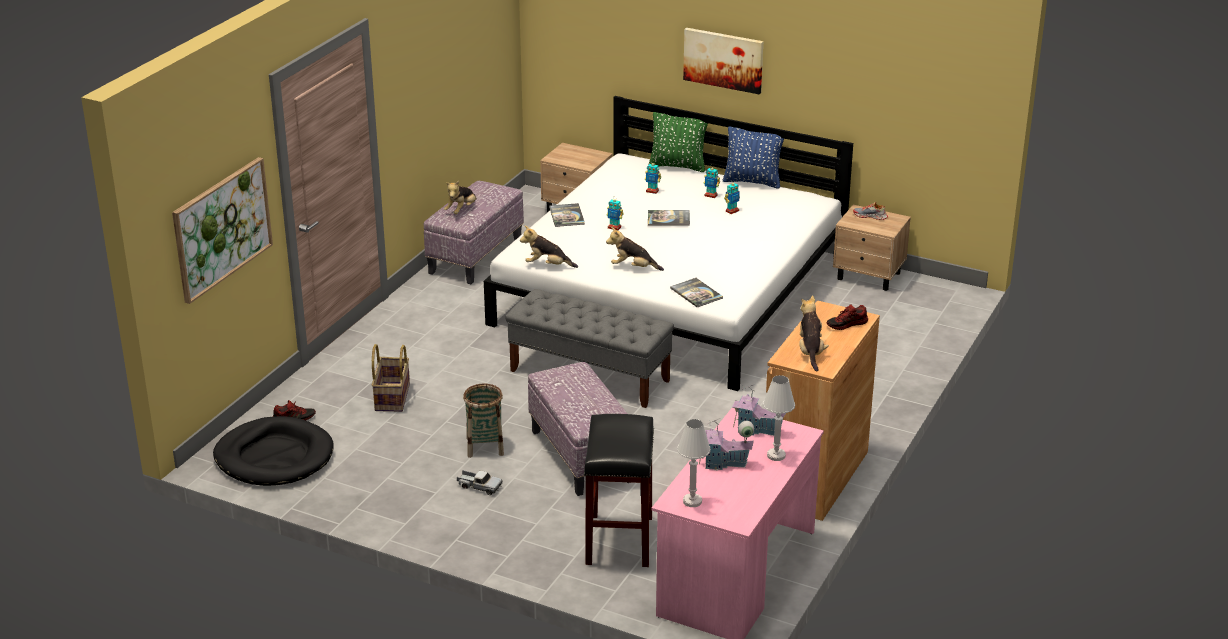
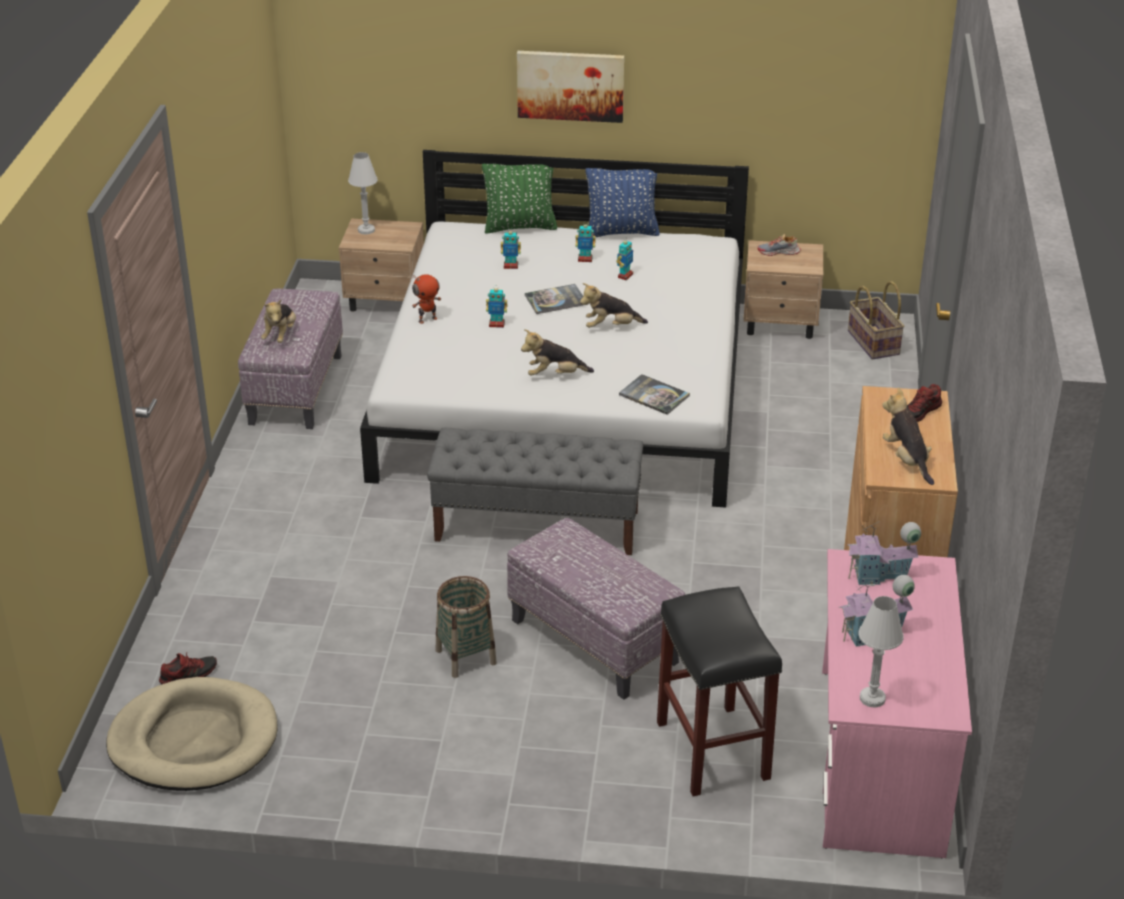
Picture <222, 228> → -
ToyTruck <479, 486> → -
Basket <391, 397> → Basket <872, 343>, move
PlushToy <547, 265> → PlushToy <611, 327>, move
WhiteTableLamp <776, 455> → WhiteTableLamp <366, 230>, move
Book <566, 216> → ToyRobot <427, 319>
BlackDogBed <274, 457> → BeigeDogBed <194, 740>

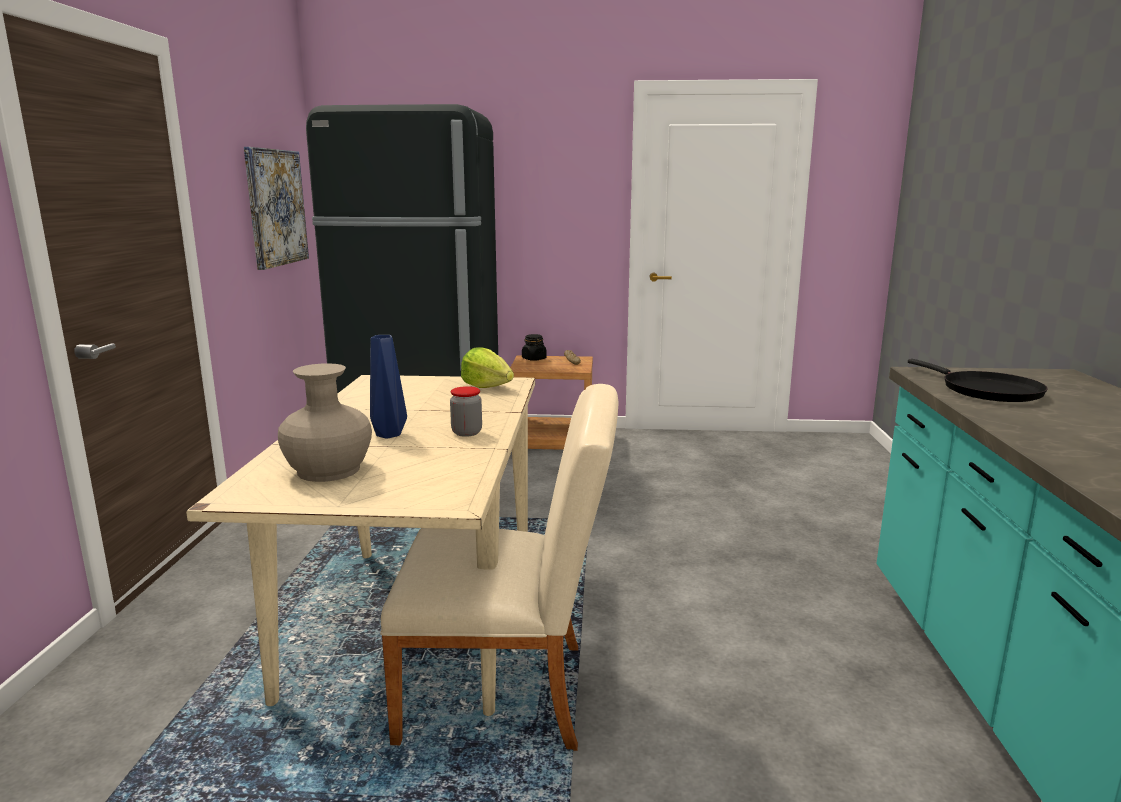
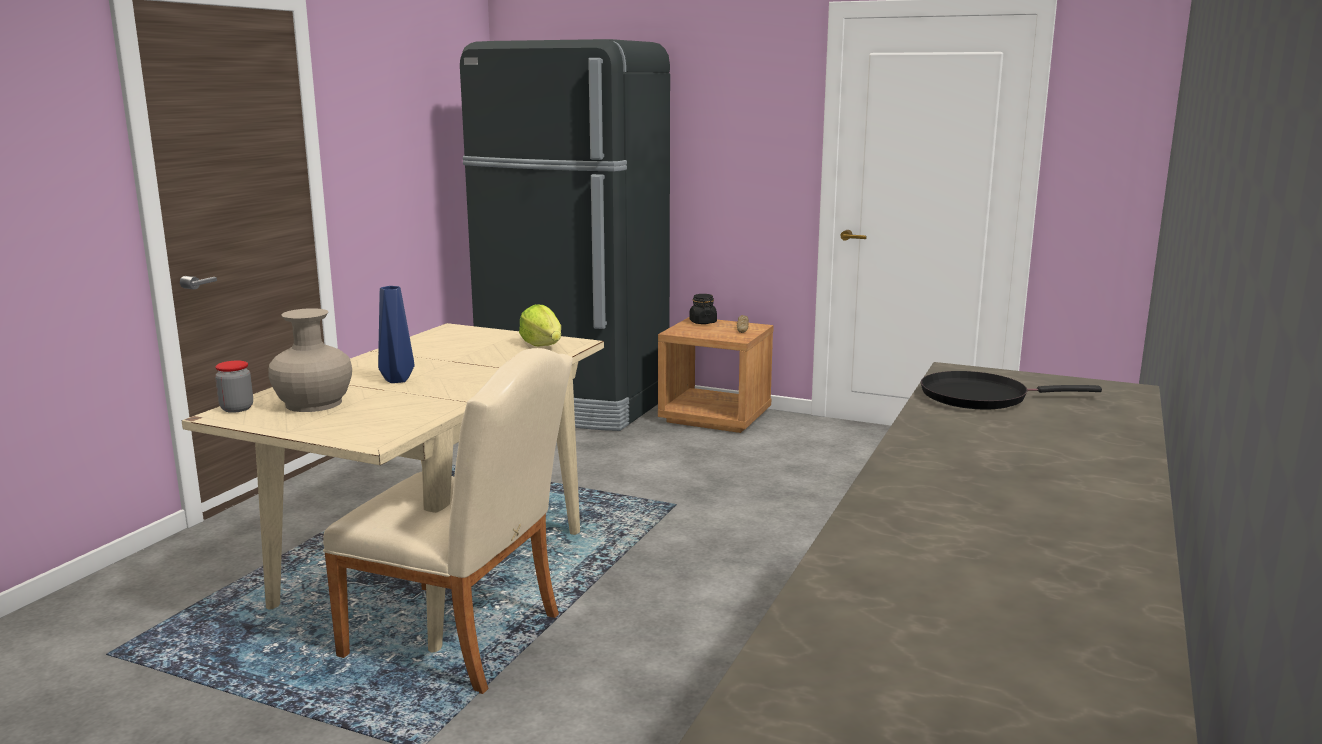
Picture <276, 207> → -
Jar <466, 432> → Jar <237, 408>, move
BlackFryingPan <985, 390> → BlackFryingPan <980, 397>, 90 degrees clockwise

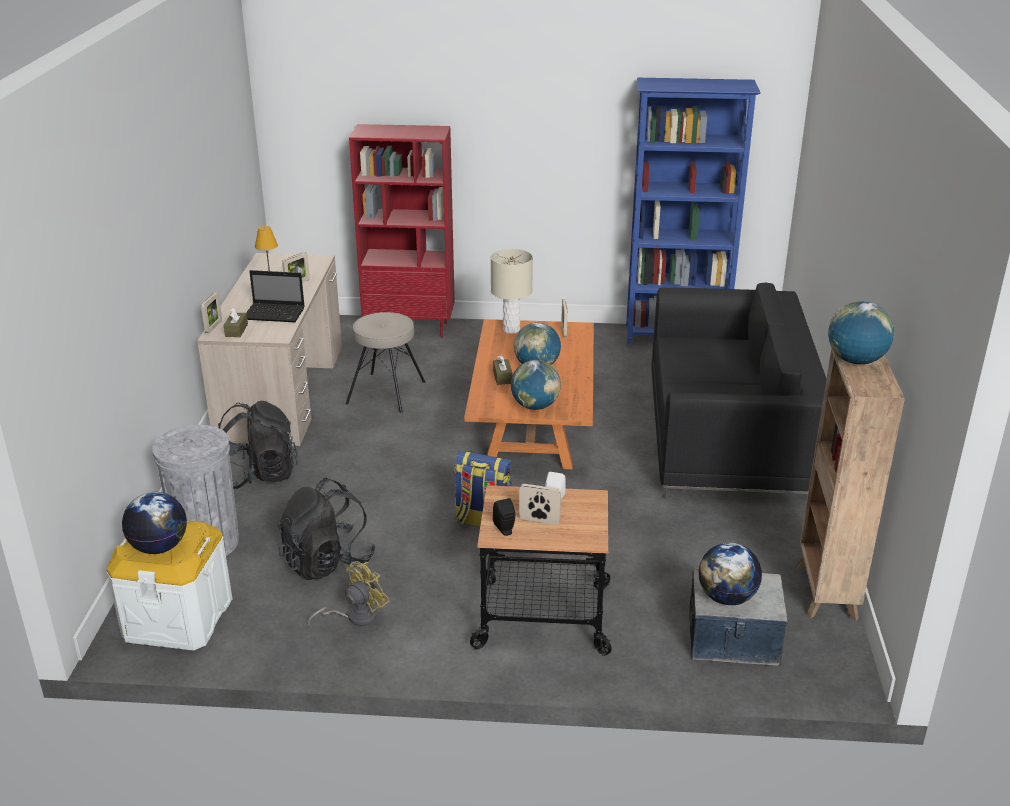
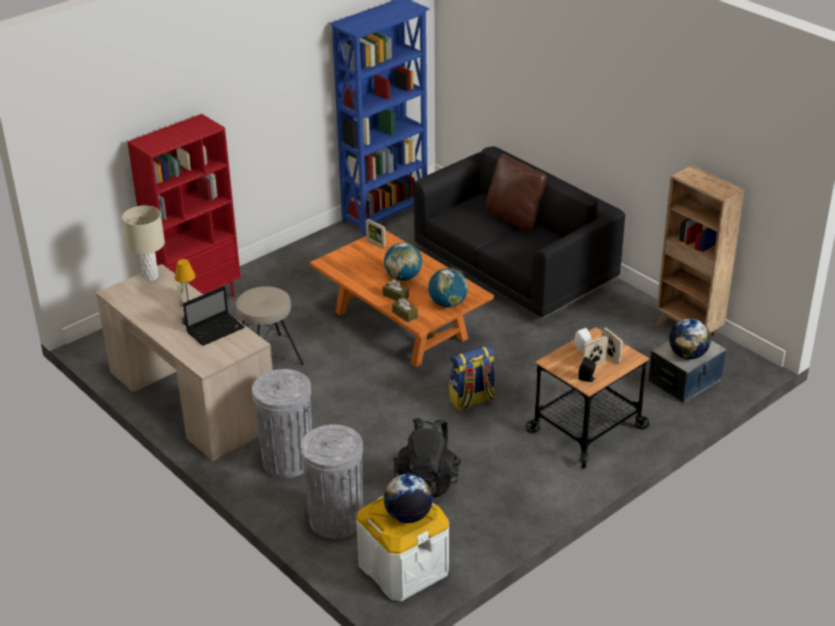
YellowFan <355, 616> → -
Globe <855, 361> → -
- → BrownPillow <514, 218>
PictureFrame <213, 327> → PictureFrame <610, 357>, move
BrownTissueBox <236, 330> → BrownTissueBox <405, 314>, move
BeigeTableLamp <511, 329> → BeigeTableLamp <150, 276>, move
BlackBackpack <259, 475> → GreyTrashCan <287, 460>

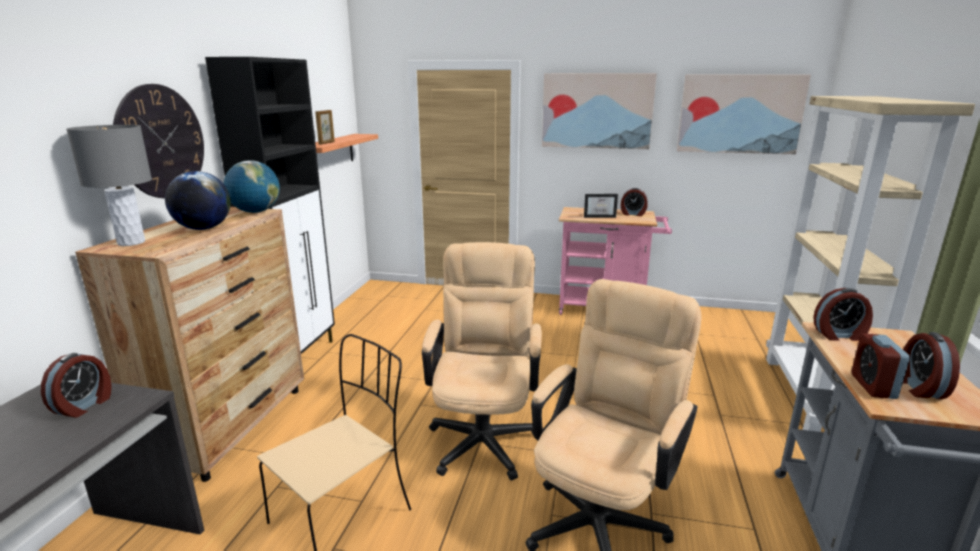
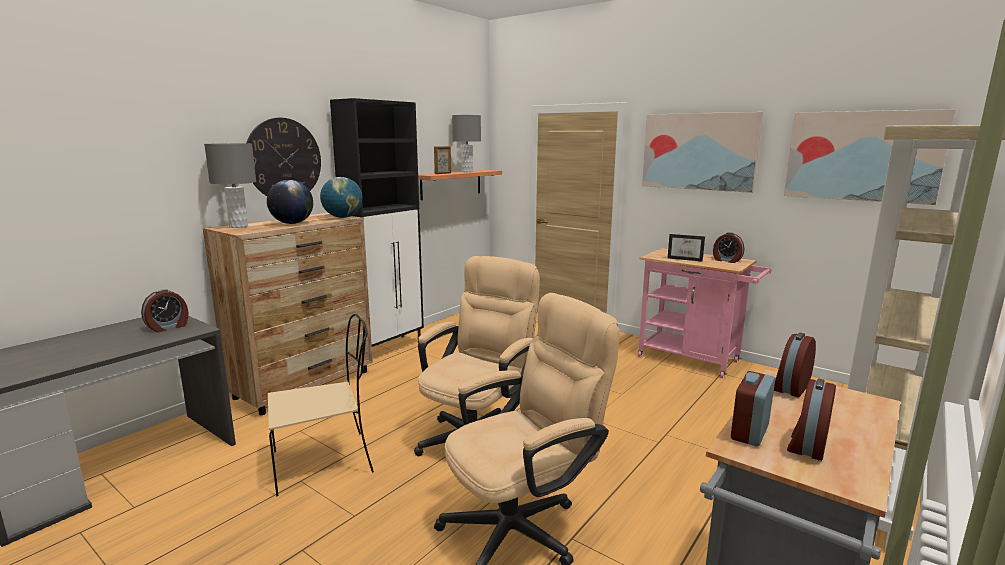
- → GreyTableLamp <467, 171>
AlarmClock <839, 335> → AlarmClock <790, 387>, 105 degrees clockwise

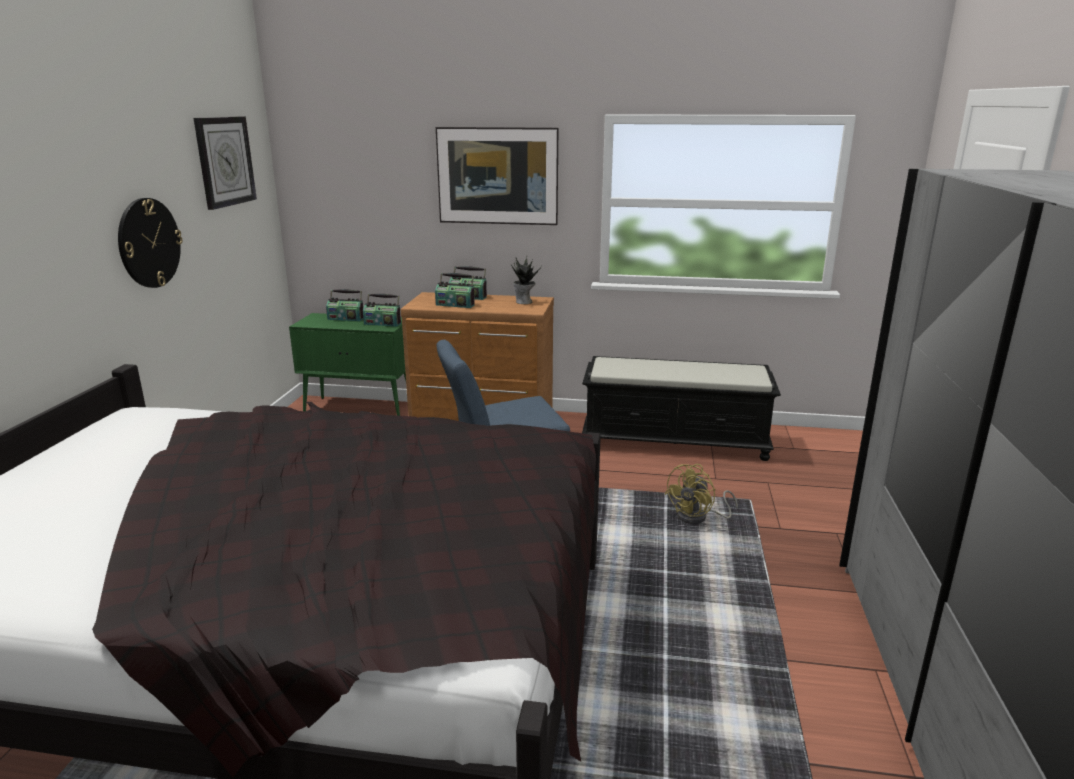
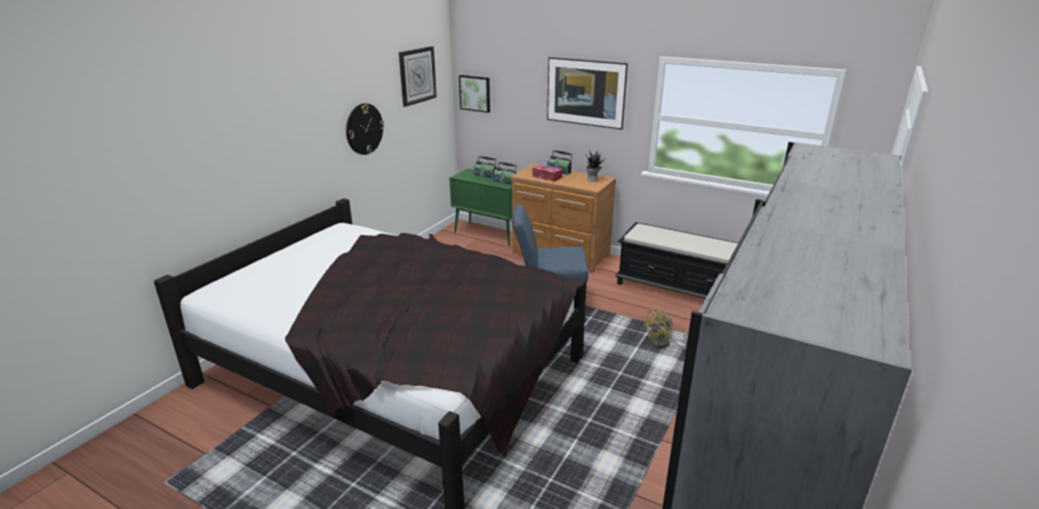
- → Picture <475, 93>
Radio <455, 305> → TissueBox <547, 177>

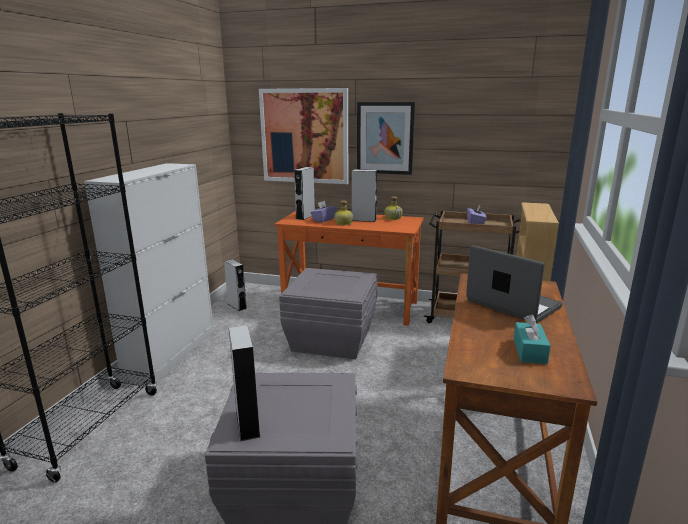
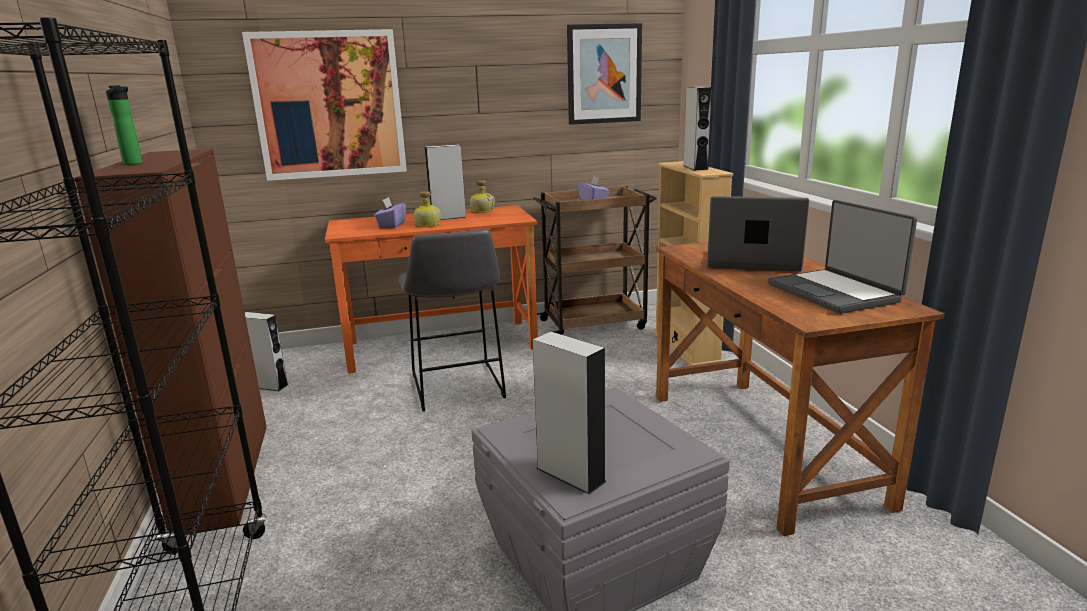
- → Bottle <134, 163>
GreySpeaker <305, 217> → GreySpeaker <695, 167>, move
Picture <385, 138> → Picture <604, 74>, move
GreyStorageBox <331, 339> → GreyStool <457, 388>
TurquoiseTissueBox <529, 351> → Laptop <834, 292>
WhiteCabinet <172, 353> → BrownCabinet <225, 474>

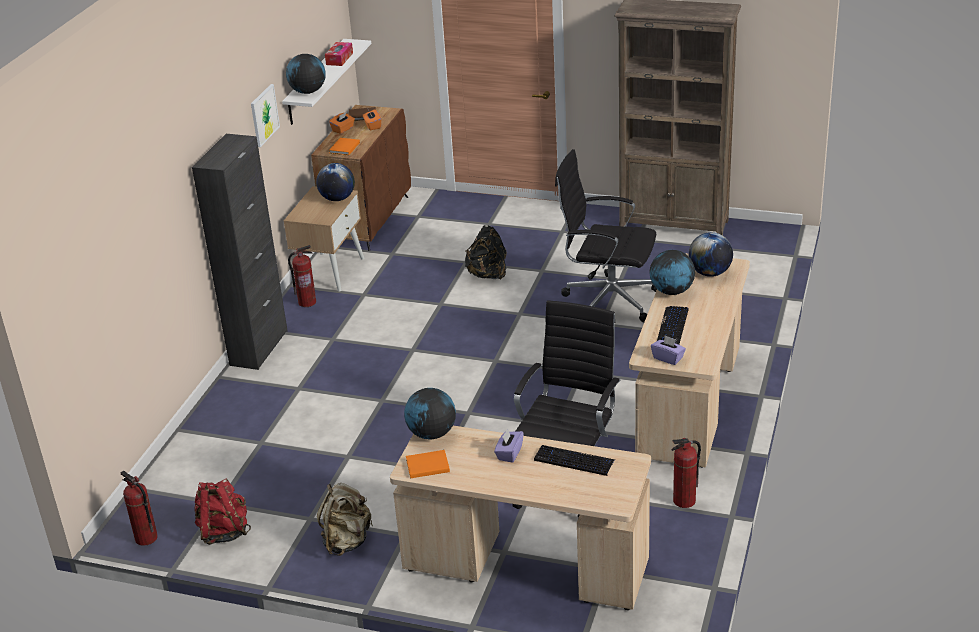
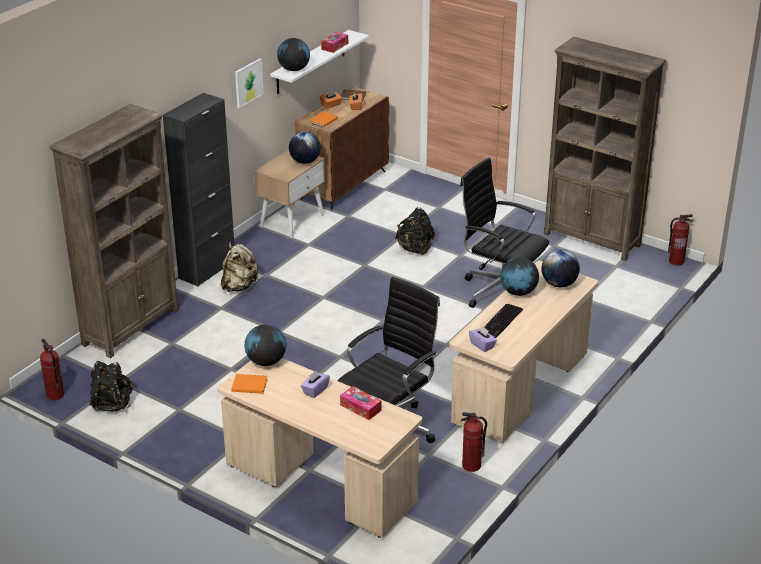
- → BrownBookcase <131, 327>
FireExtinguisher <307, 302> → FireExtinguisher <676, 261>, move
BeigeBackpack <346, 541> → BeigeBackpack <239, 286>, move
Keyboard <574, 461> → TissueBox <360, 408>
RedBackpack <224, 532> → BlackBackpack <112, 404>

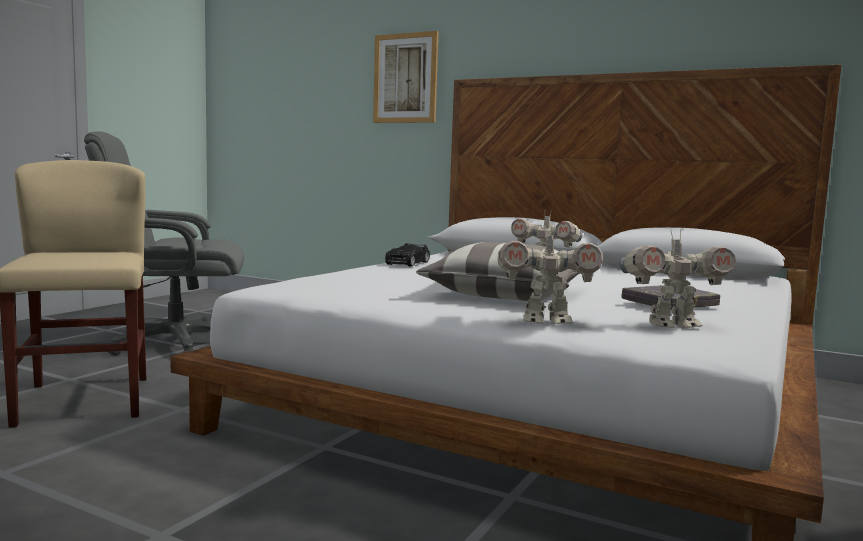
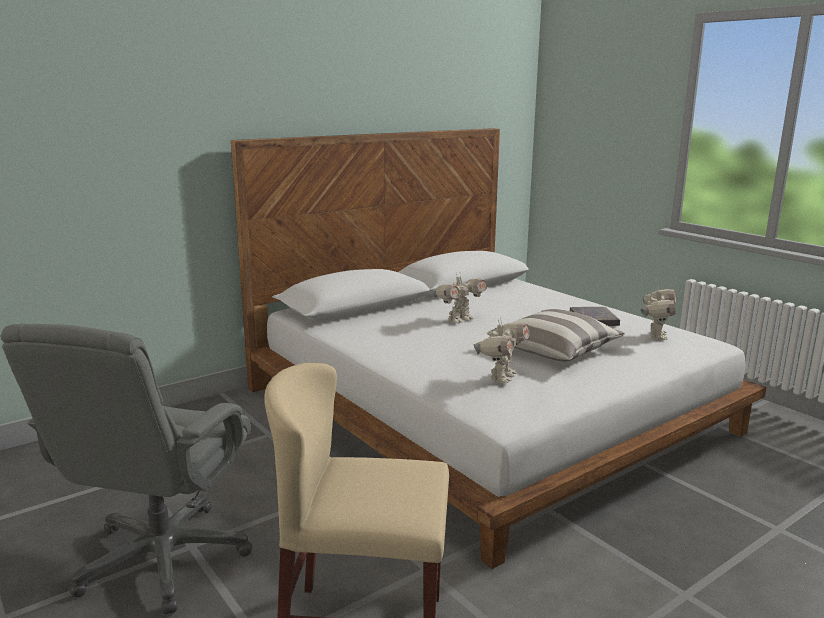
Picture <405, 78> → -
BlackToyCar <407, 263> → -
ToyRobot <545, 321> → ToyRobot <501, 377>, move

